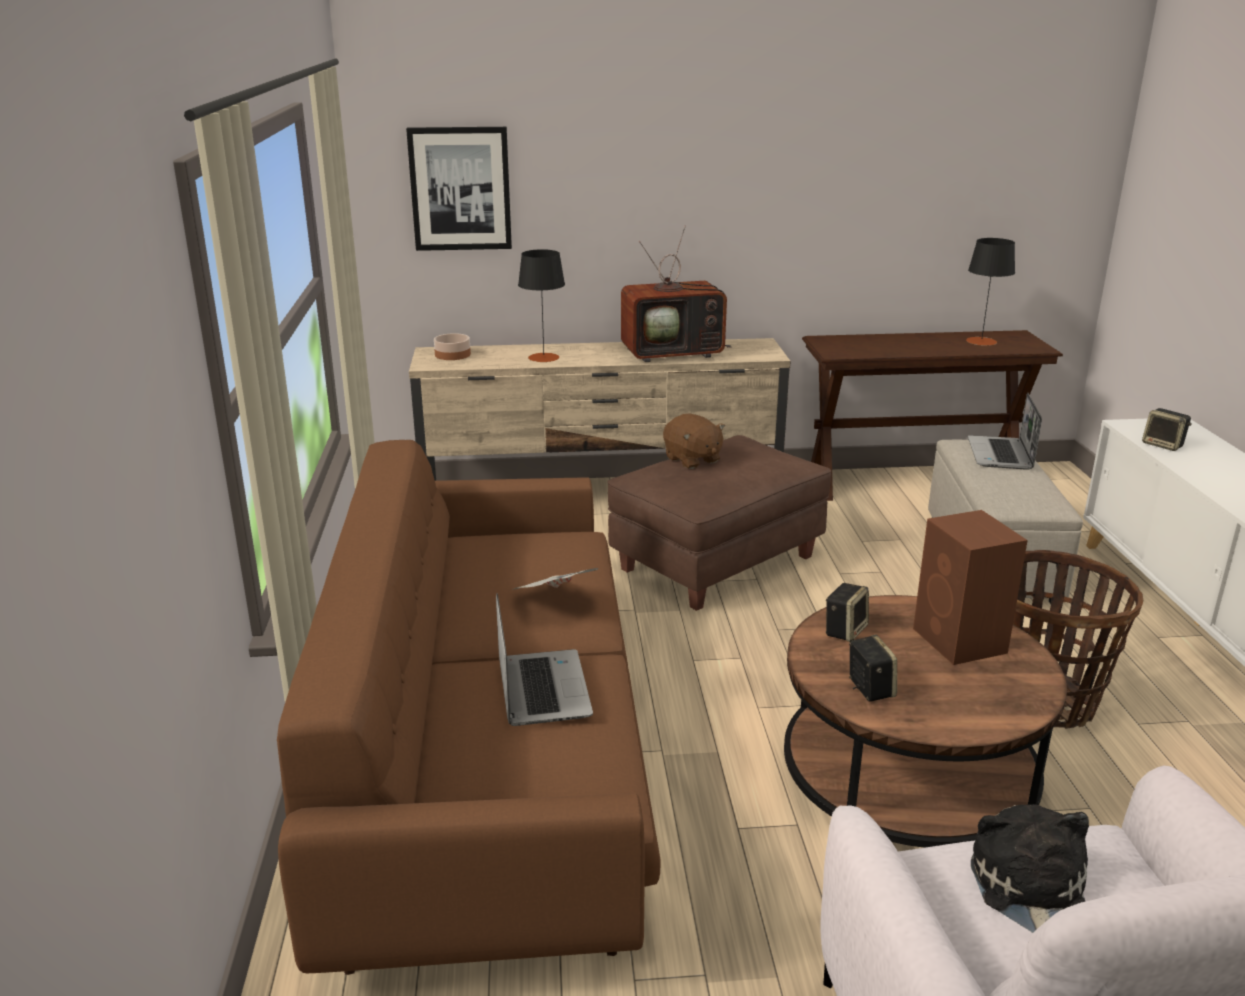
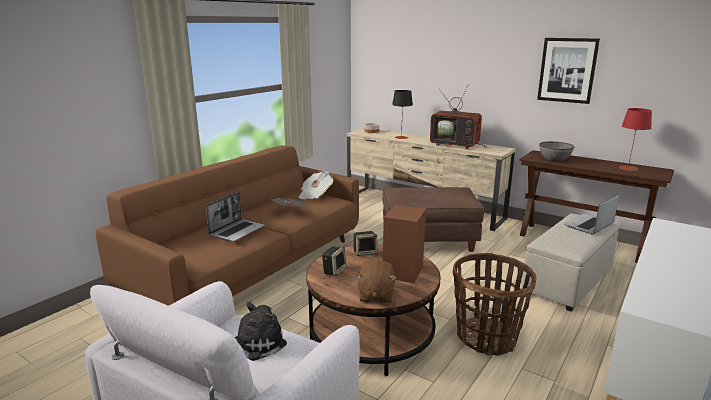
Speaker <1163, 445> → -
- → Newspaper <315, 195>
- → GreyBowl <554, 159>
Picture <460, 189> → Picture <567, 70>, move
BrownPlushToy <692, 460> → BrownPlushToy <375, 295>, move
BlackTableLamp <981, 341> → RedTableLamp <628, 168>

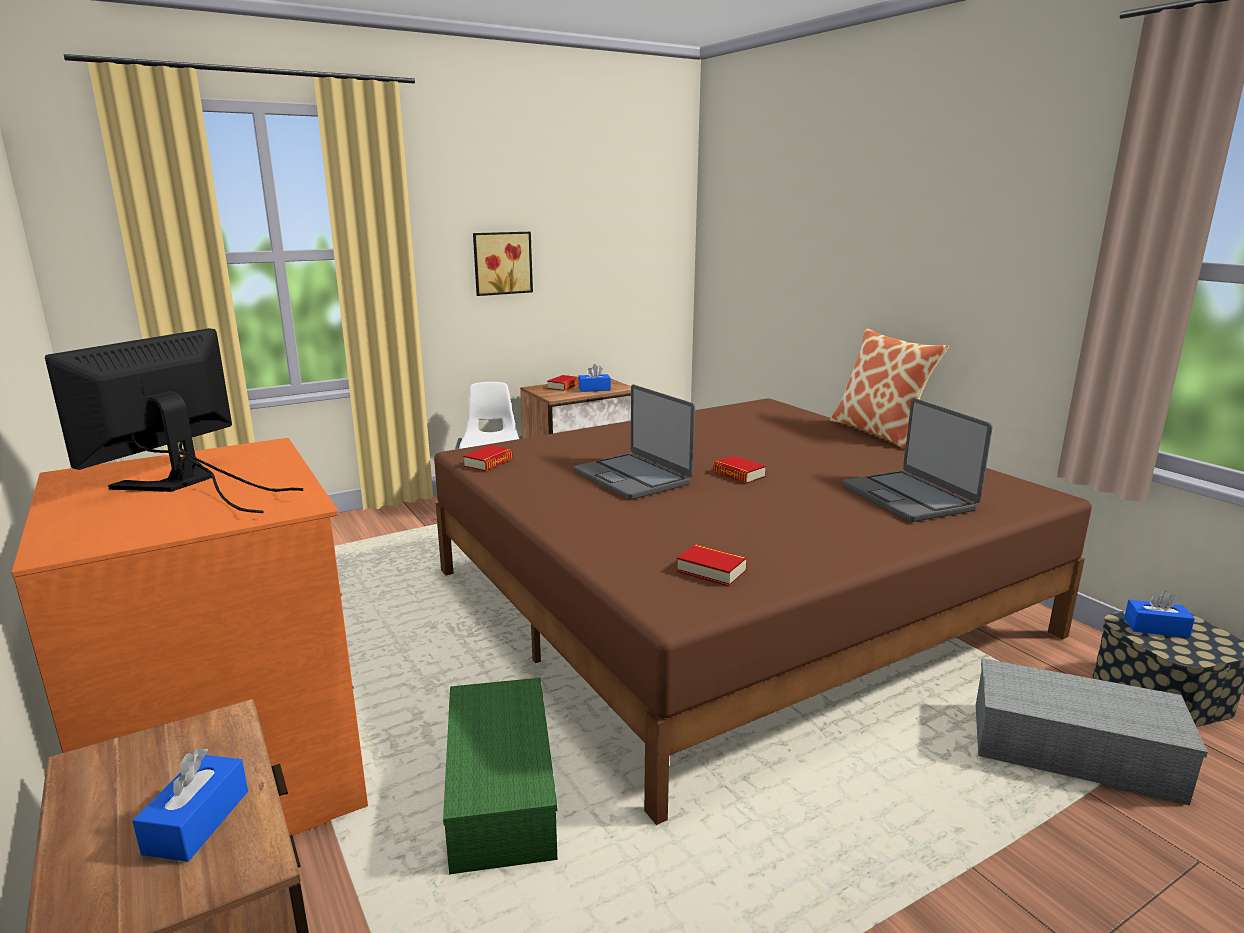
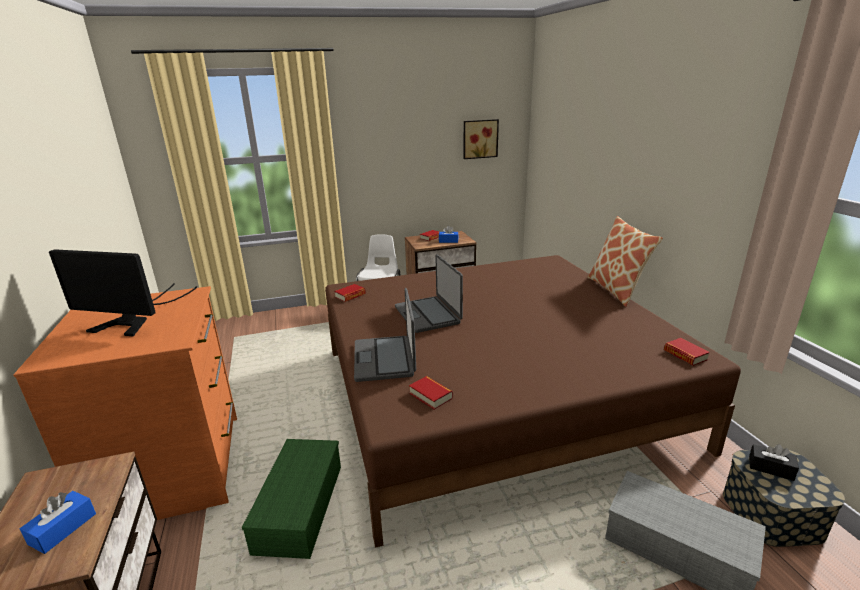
Picture <502, 263> → Picture <479, 139>, move
Book <739, 474> → Book <685, 355>, move
Laptop <908, 497> → Laptop <385, 359>, move
BlueTissueBox <1156, 628> → BlackTissueBox <770, 468>
Monitor <189, 484> → Monitor <135, 319>, 120 degrees counterclockwise

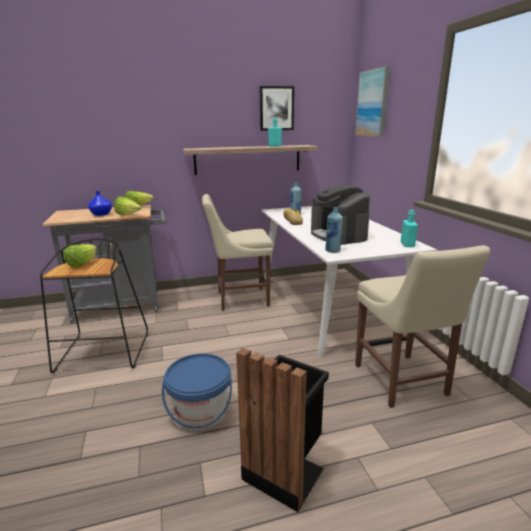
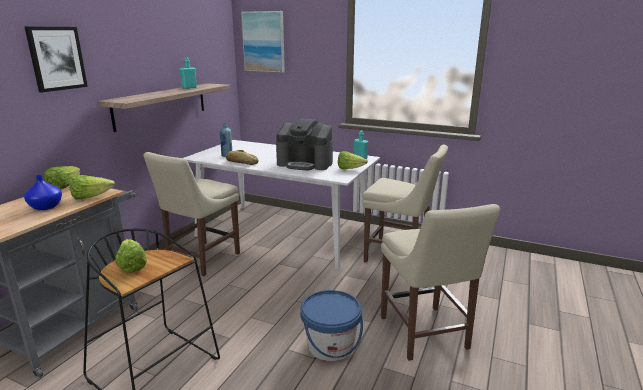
BlueBottle <332, 251> → -
- → Lettuce <349, 169>
Picture <276, 108> → Picture <56, 58>, move
BlackTrashCan <284, 470> → BeigeChair <425, 335>

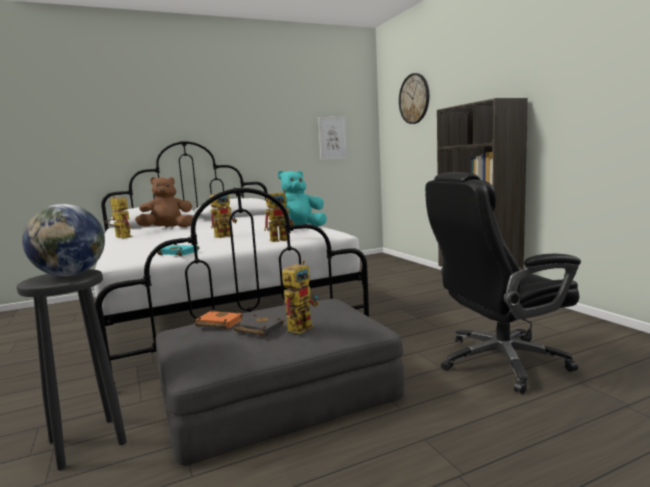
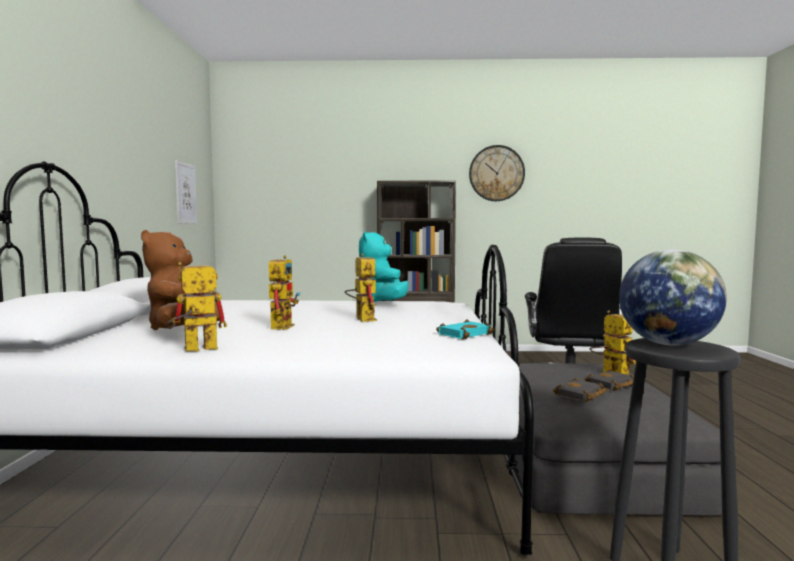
ToyRobot <283, 239> → ToyRobot <281, 325>, move
WallClock <414, 99> → WallClock <496, 173>, move
OrangeBook <217, 324> → BlackBook <581, 395>

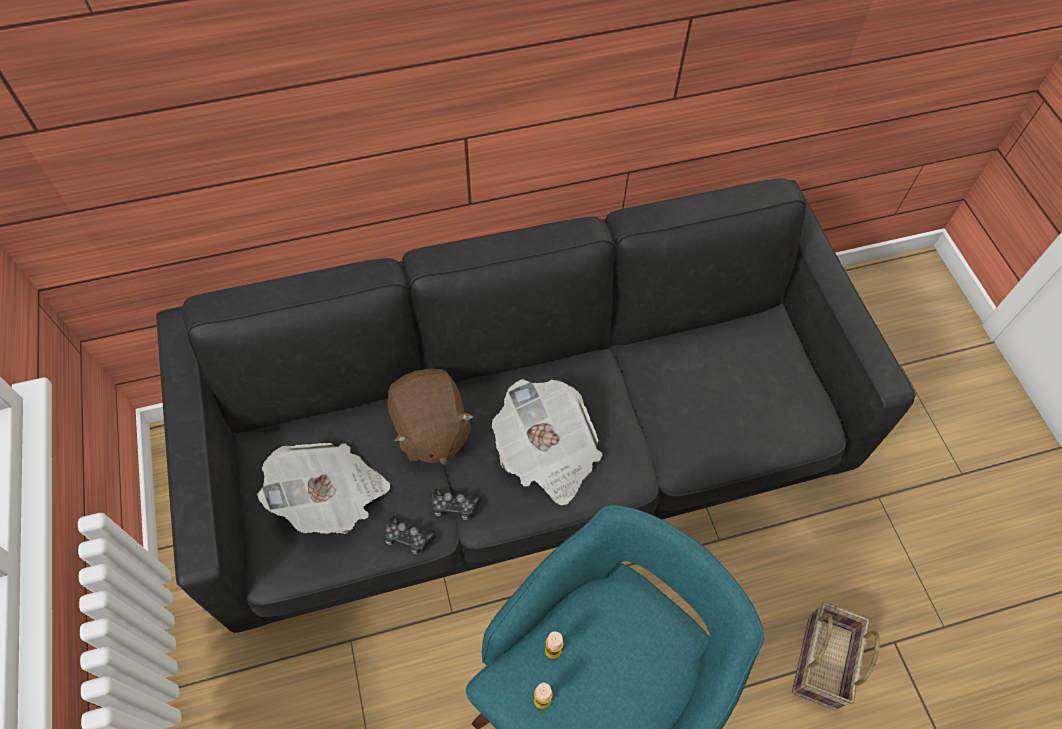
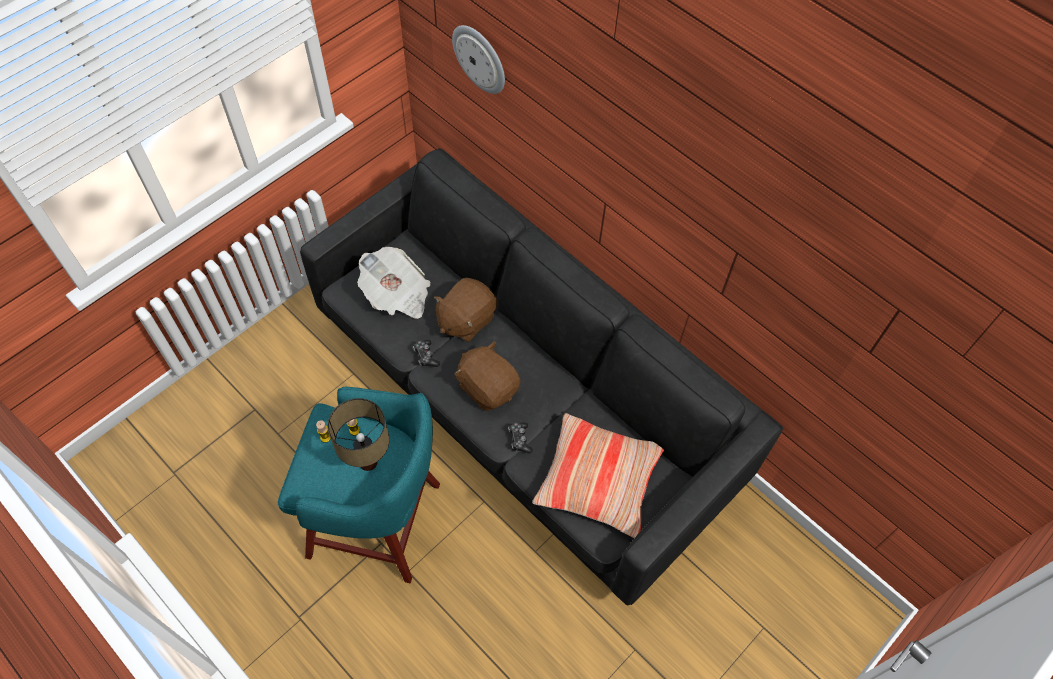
Basket <820, 659> → -
- → TableLamp <368, 461>
- → WallClock <480, 58>
- → Pillow <598, 480>
GameController <408, 538> → GameController <520, 439>, move
Newspaper <547, 454> → BrownPlushToy <488, 387>

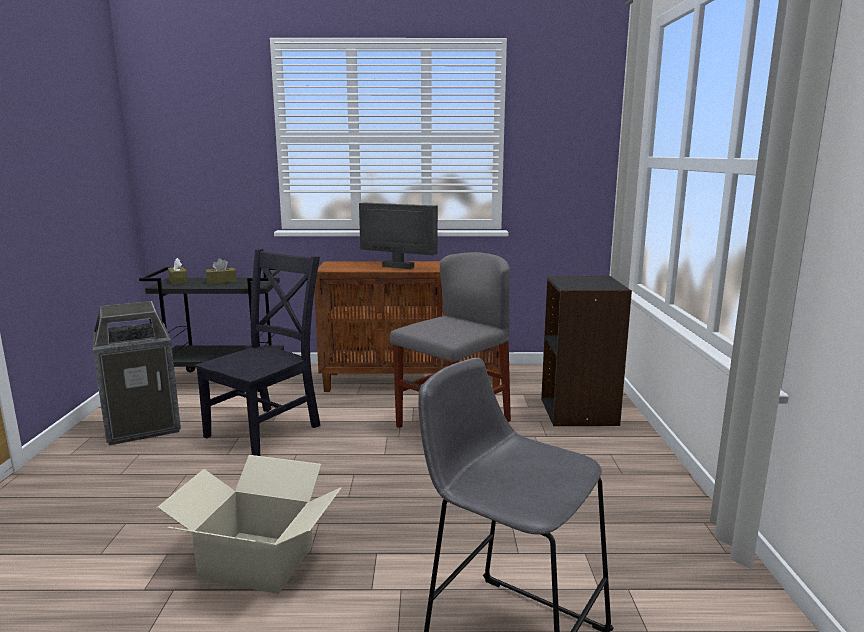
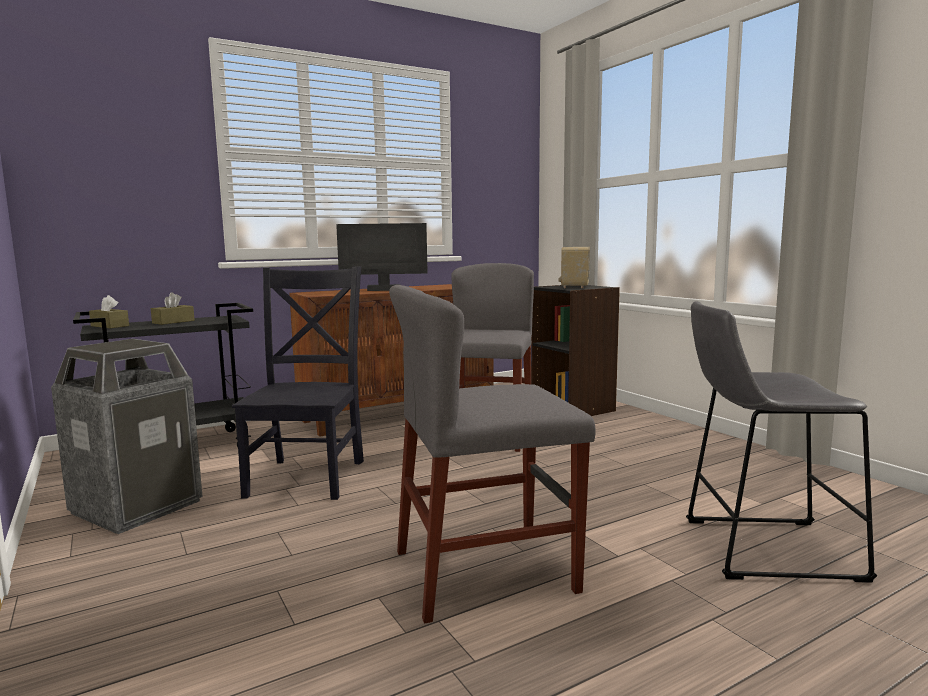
- → Radio <574, 286>
CardboardBox <257, 560> → GreyChair <484, 571>

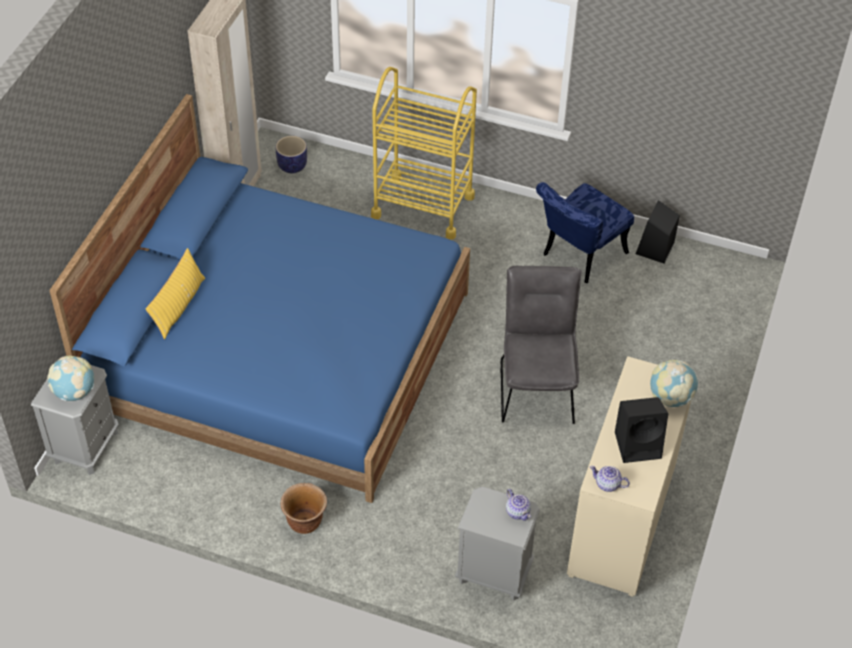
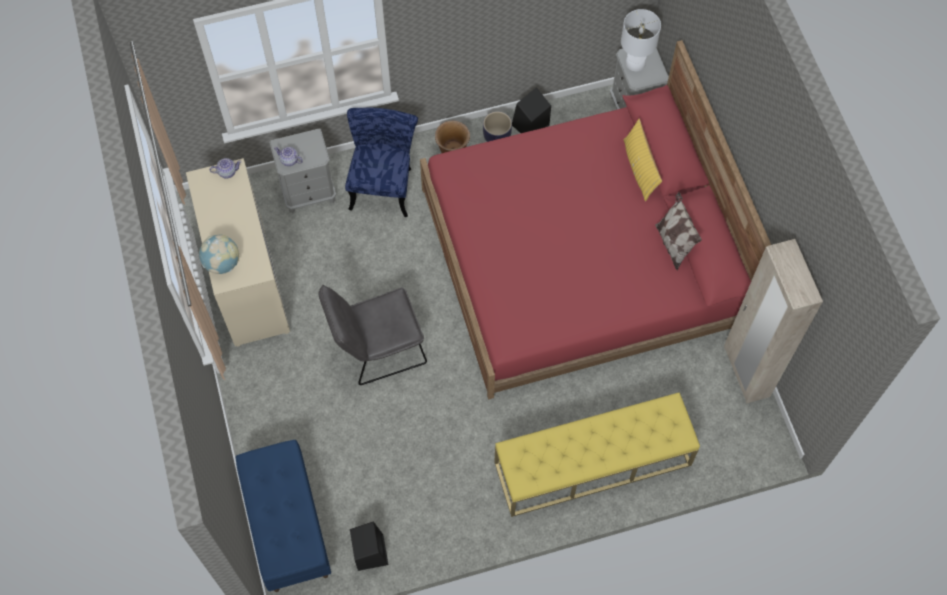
- → BlueBench <287, 525>
- → Pillow <673, 244>
Planter <292, 166> → Planter <496, 137>, move
BlueChair <578, 256> → BlueChair <383, 183>, move
BlackSpeaker <639, 444> → BlackSpeaker <529, 126>, move
Globe <74, 392> → WhiteTableLamp <635, 63>
YellowCart <423, 206> → YellowBench <592, 464>
BlueBed <280, 350> → RedBed <580, 257>
GreyChair <536, 386> → GreyChair <376, 349>, 105 degrees clockwise

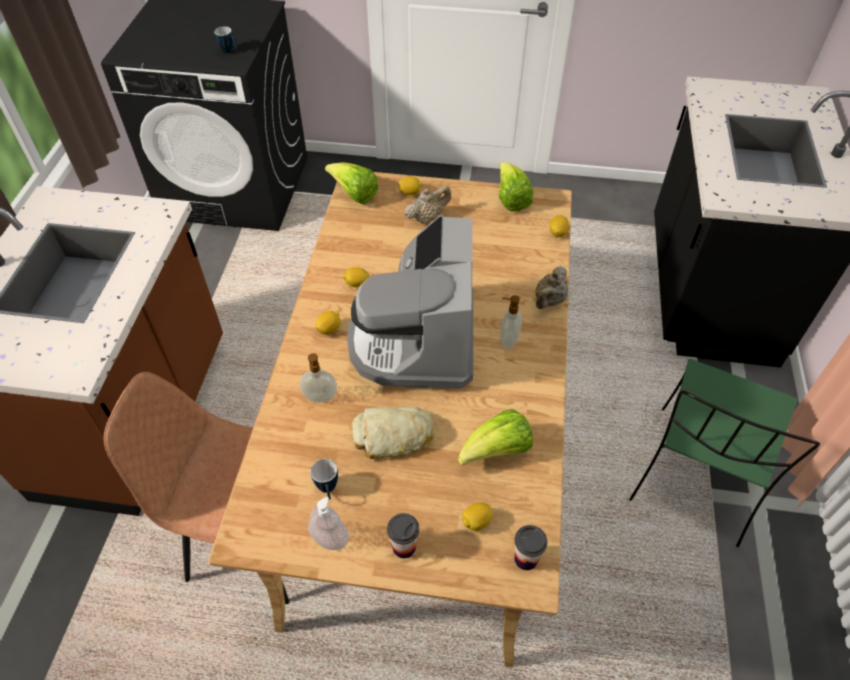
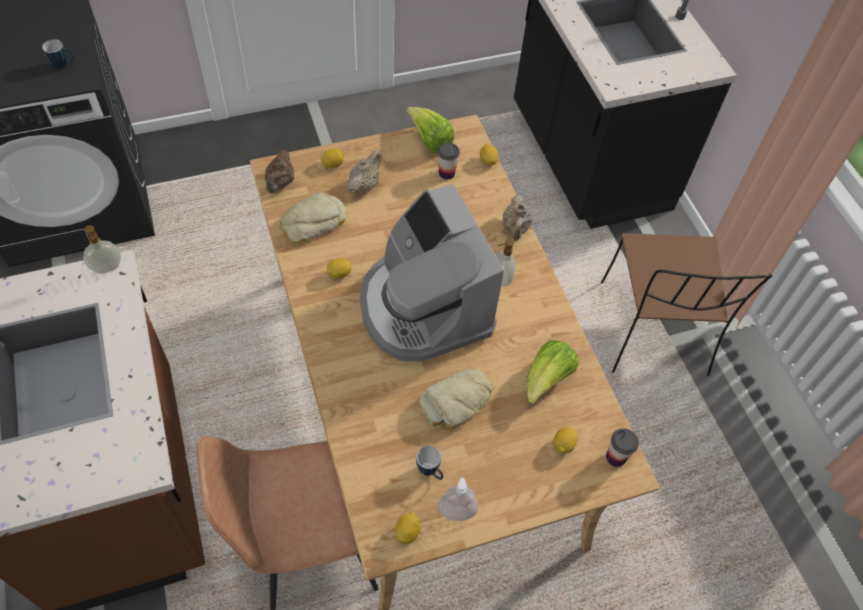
- → Bread <312, 222>
SoapDispenser <320, 398> → SoapDispenser <107, 268>, move
Lemon <329, 329> → Lemon <407, 532>, move
Cup <404, 547> → Cup <446, 173>, move
Lettuce <354, 194> → BrownTeapot <280, 183>
GreenChair <697, 478> → BrownChair <654, 331>

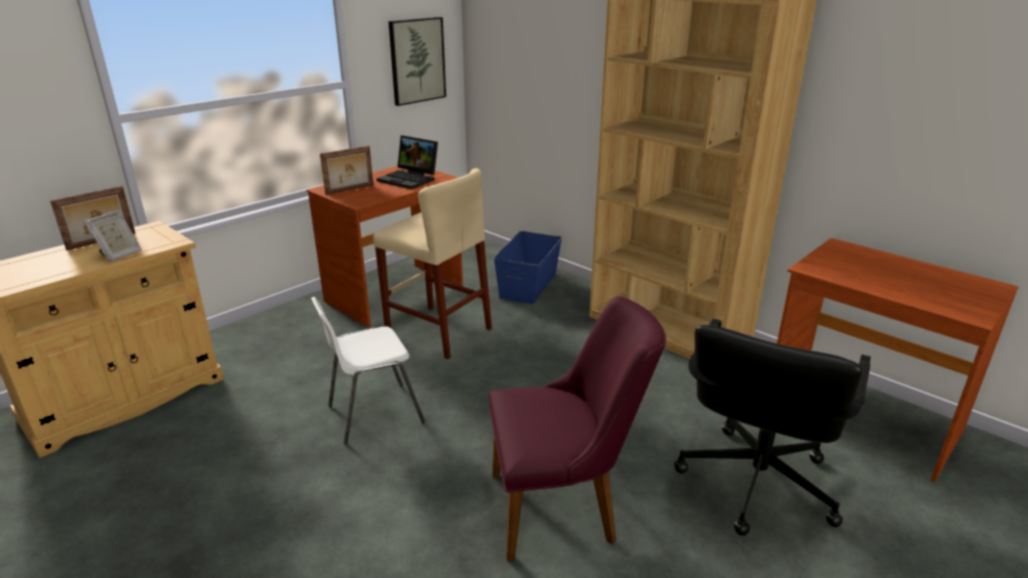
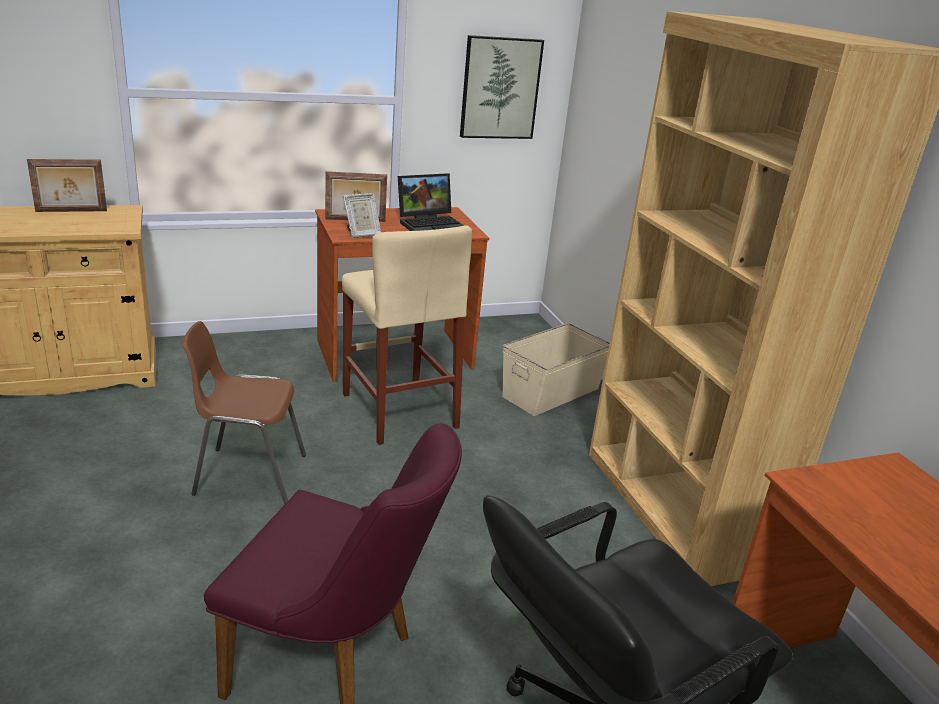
PictureFrame <119, 255> → PictureFrame <361, 234>, move
WhiteChair <372, 414> → BrownChair <247, 474>
BlueStorageBox <529, 285> → BeigeStorageBox <552, 392>
Laptop <410, 179> → Laptop <432, 225>, 90 degrees counterclockwise

